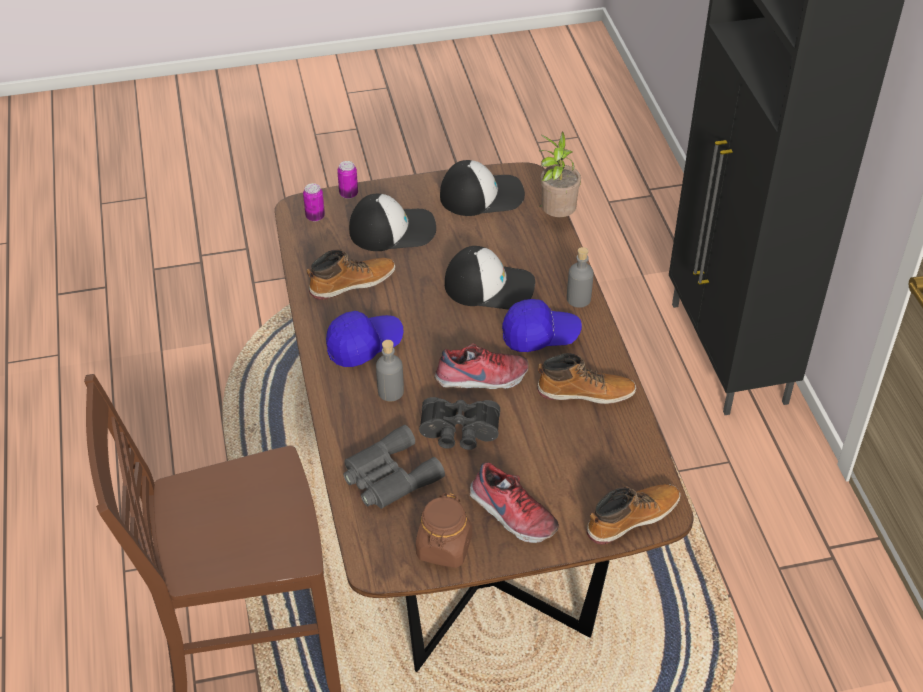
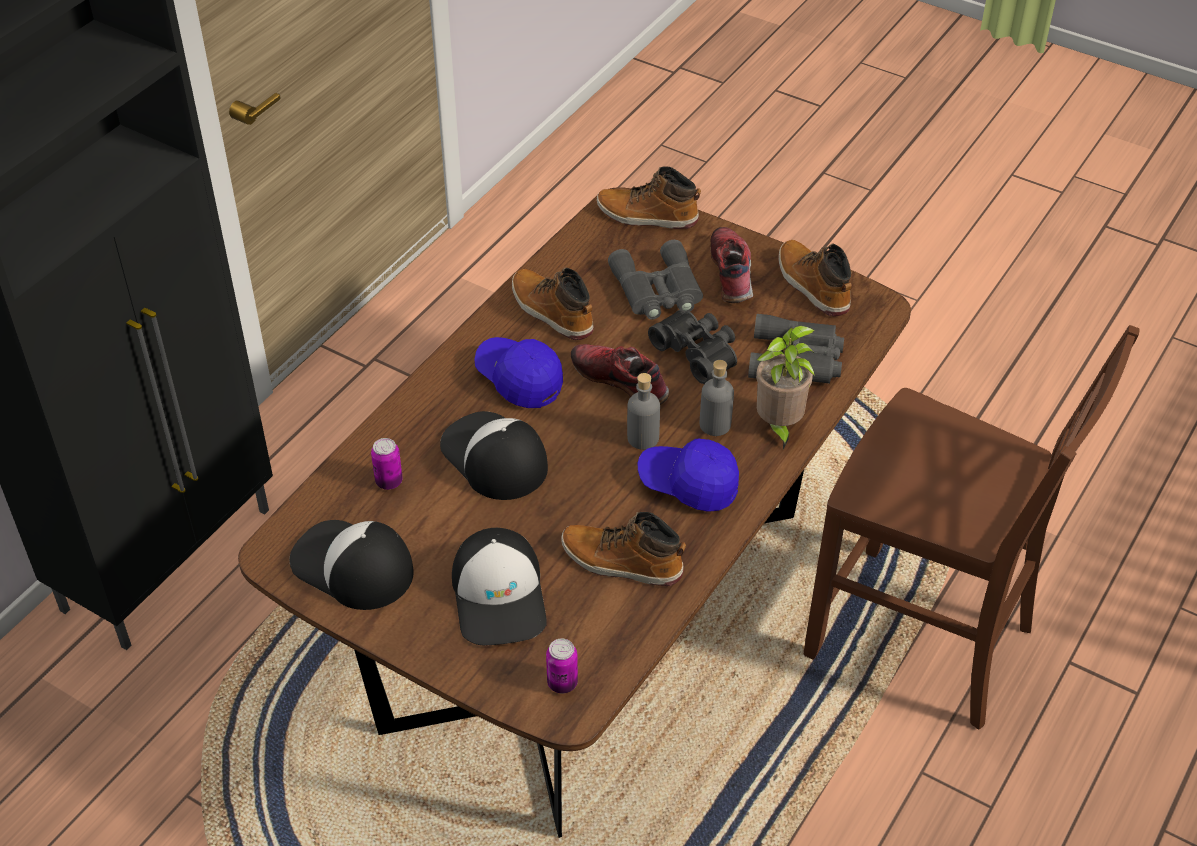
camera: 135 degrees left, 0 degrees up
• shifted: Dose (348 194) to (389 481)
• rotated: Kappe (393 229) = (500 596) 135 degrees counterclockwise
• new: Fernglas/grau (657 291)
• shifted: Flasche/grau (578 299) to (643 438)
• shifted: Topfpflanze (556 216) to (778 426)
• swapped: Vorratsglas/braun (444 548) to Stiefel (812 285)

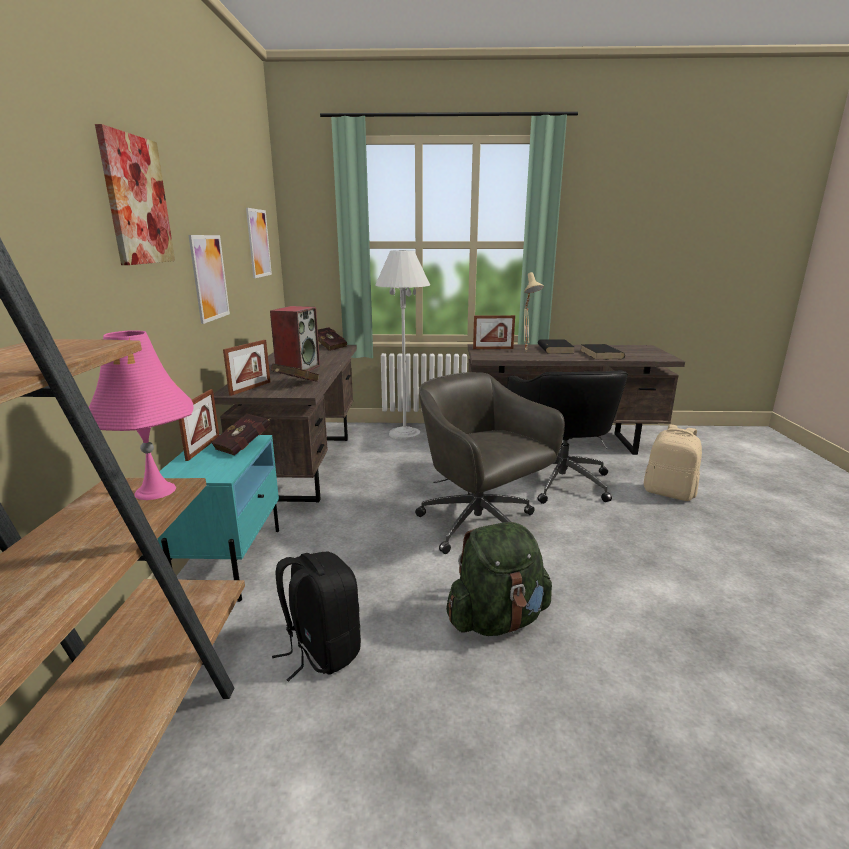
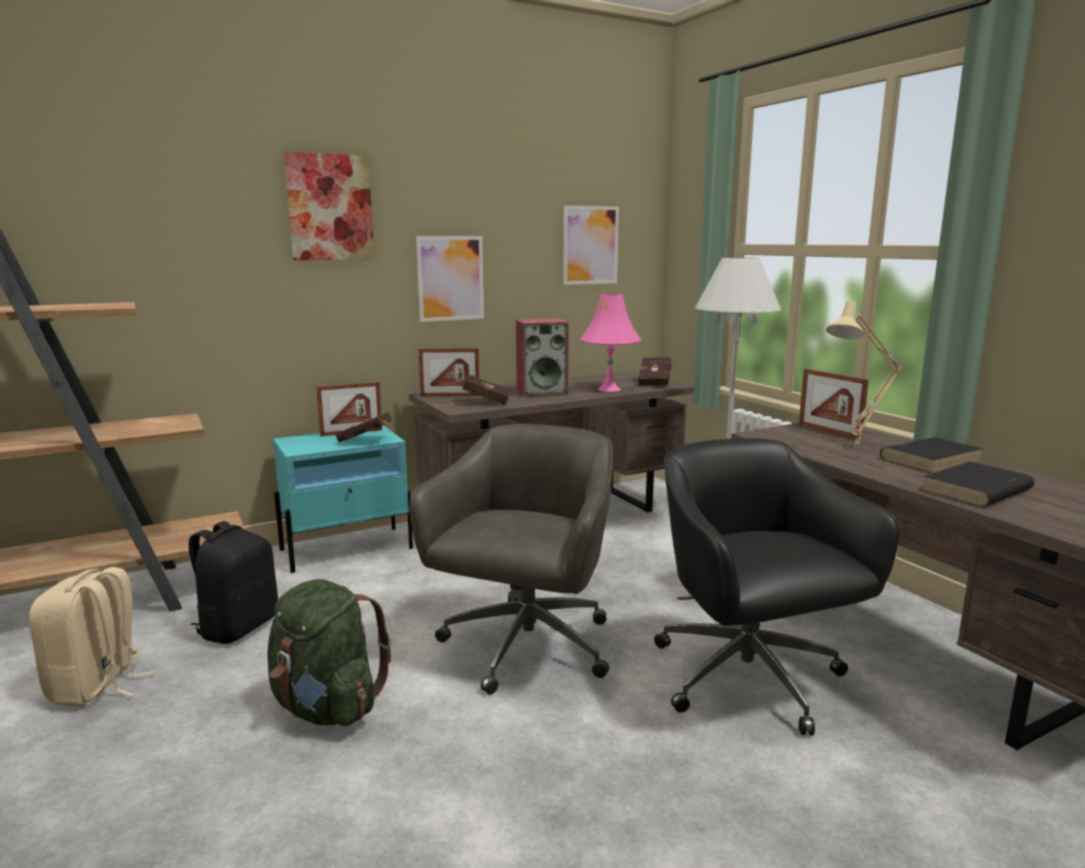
camera: 60 degrees right, 5 degrees down
• shifted: Rucksack/beige (669 493) to (97 686)
• shifted: Tischlampe/rosa (155 491) to (609 389)
• rotated: Bürostuhl/schwarz (560 480) = (750 680) 105 degrees clockwise

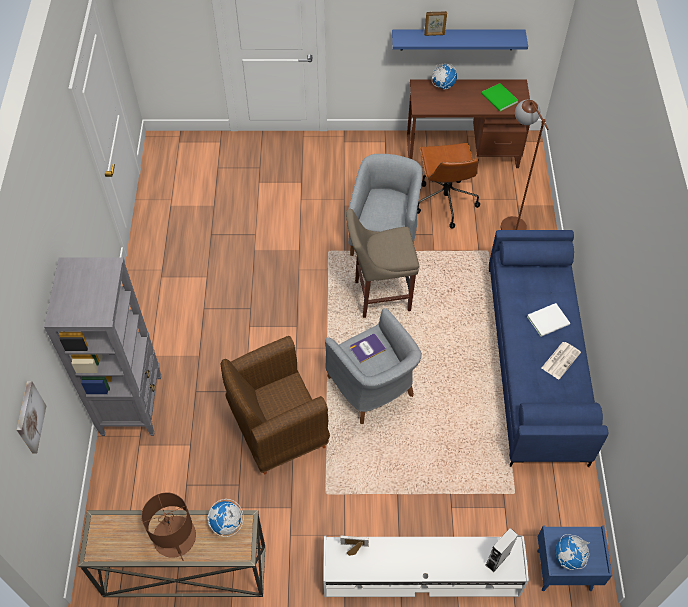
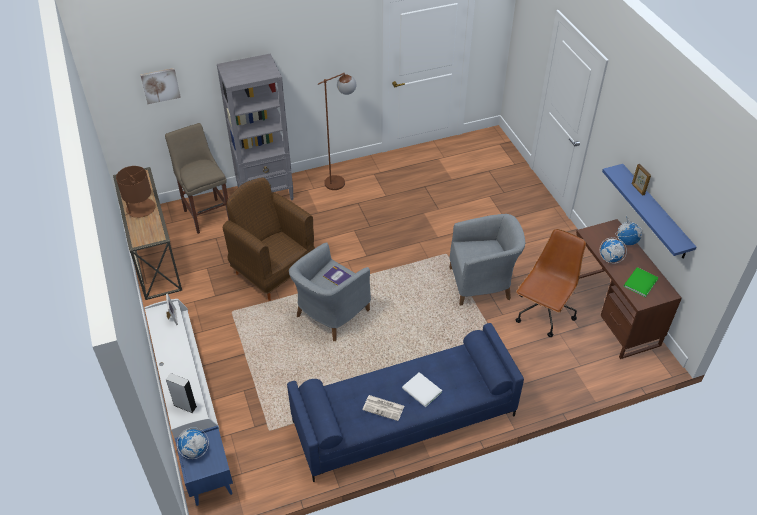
camera: 70 degrees right, 10 degrees down
• shifted: Hocker/beige (379 296) to (207 214)
• shifted: Stehlampe/braun (509 220) to (340 180)
• rotated: Bürostuhl/braun (444 201) = (543 314) 150 degrees clockwise
• shifted: Globus (226 524) to (609 259)

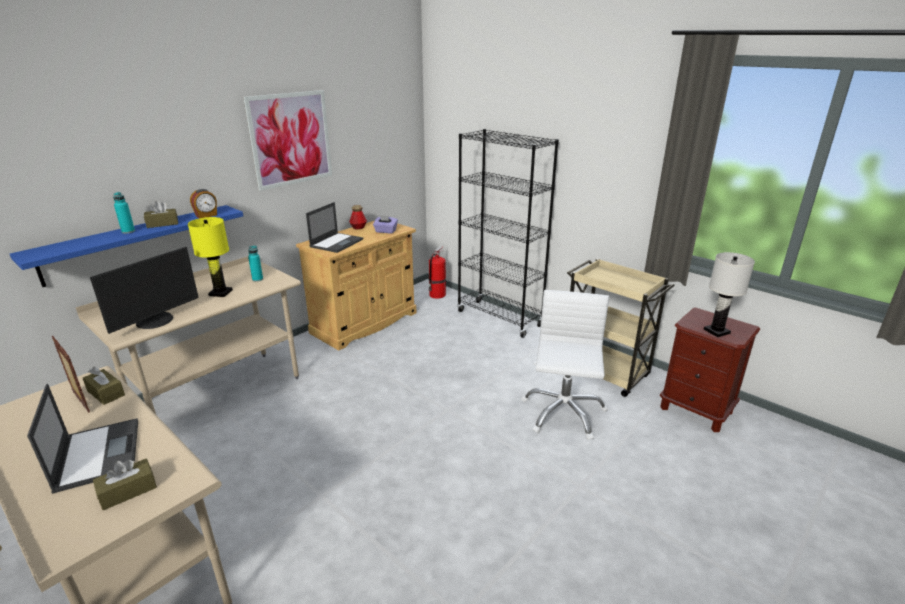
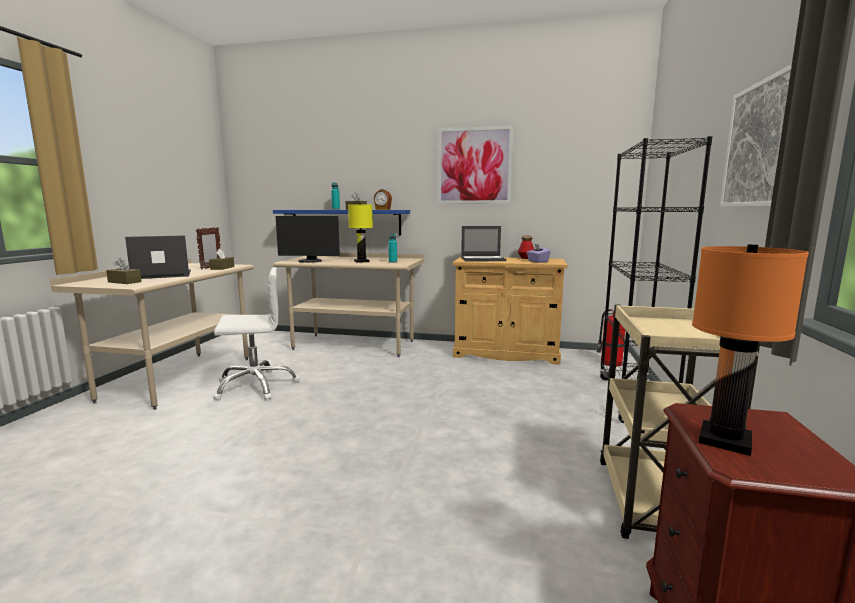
camera: 60 degrees right, 15 degrees down
• rotated: Laptop (98 453) = (161 275) 150 degrees counterclockwise
• shifted: Bürostuhl/weiß (563 412) to (255 386)
• repainted: Tischlampe/weiß (717 331) to Tischlampe/orange (725 440)
• new: Bild (761 145)

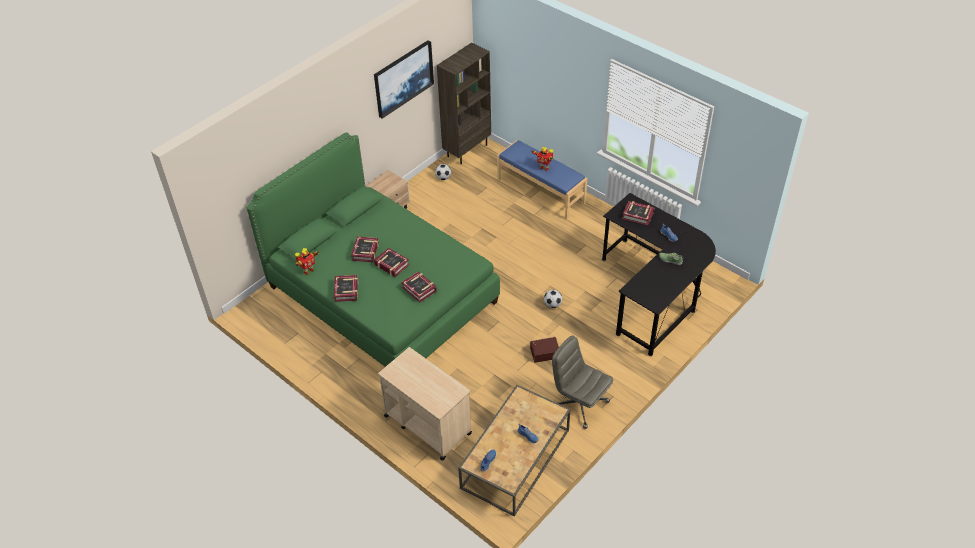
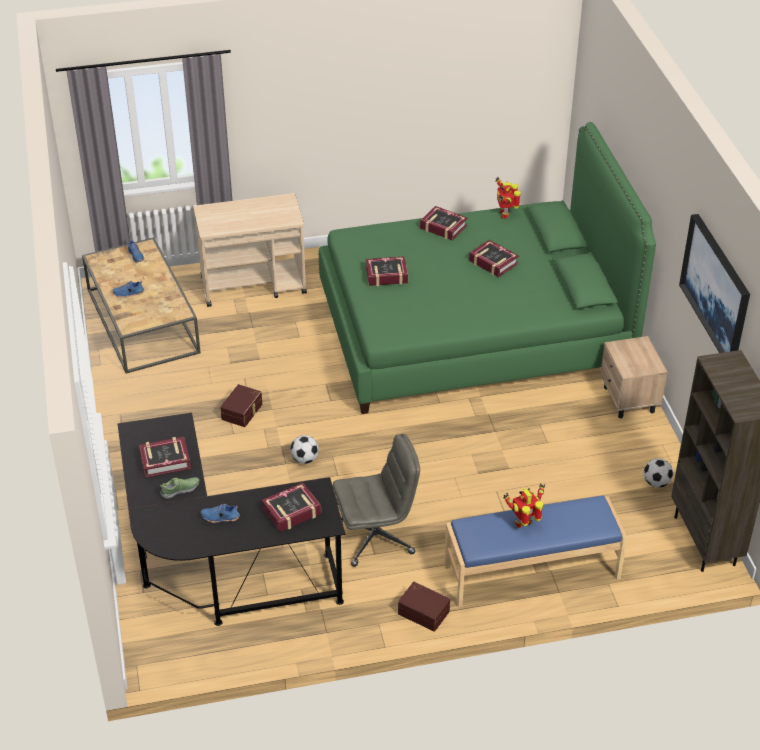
camera: 125 degrees right, 5 degrees down
• shifted: Buch (391 265) to (165 460)
• shifted: Bürostuhl/grau (579 404) to (376 537)
• new: Aufbewahrungsbox/braun (424 611)

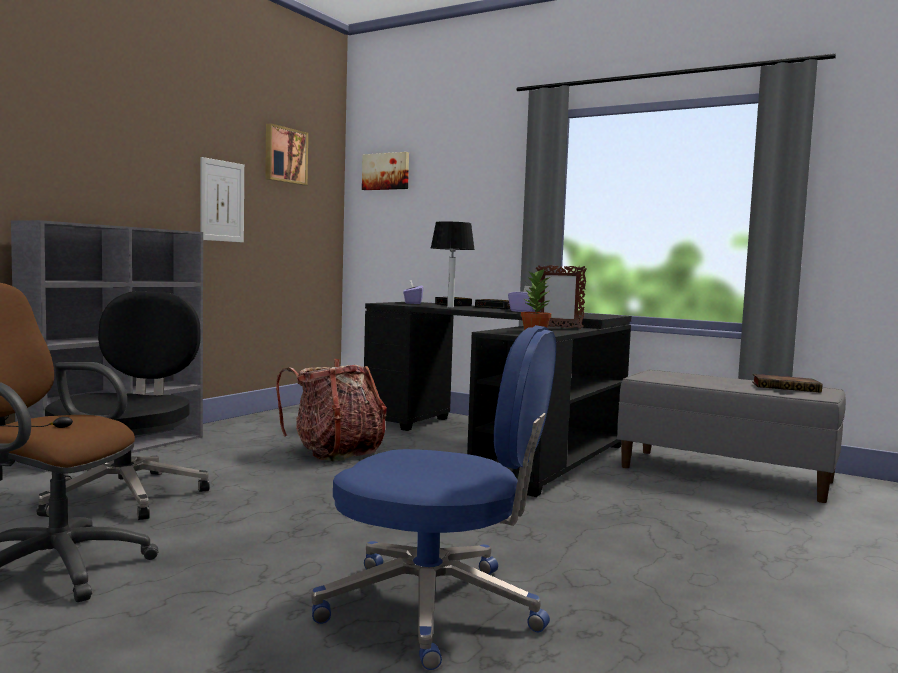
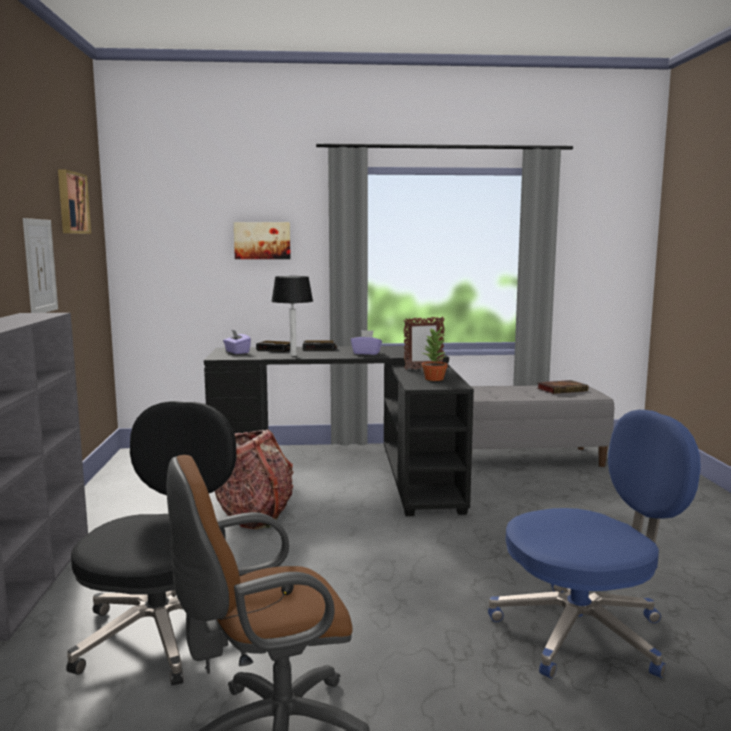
camera: 35 degrees left, 5 degrees up
• rotated: Bürostuhl/schwarz (126 494) = (163 631) 45 degrees clockwise
• shifted: Bild (386 171) to (262 240)

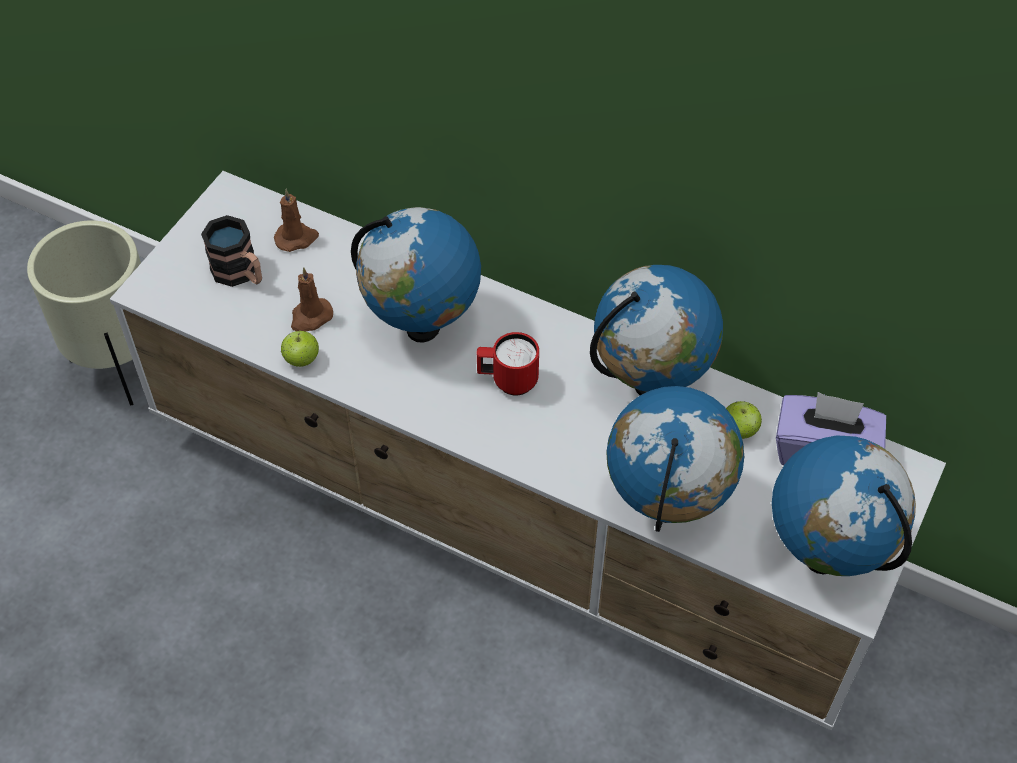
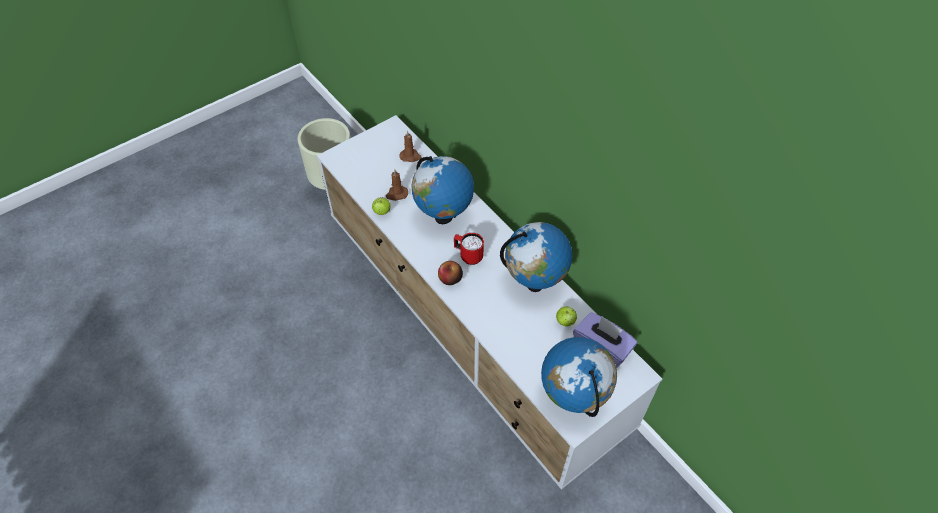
camera: 25 degrees right, 0 degrees up
• new: Apfel (450 278)
• gone: Henkelbecher (240 274)
• gone: Globus (666 507)

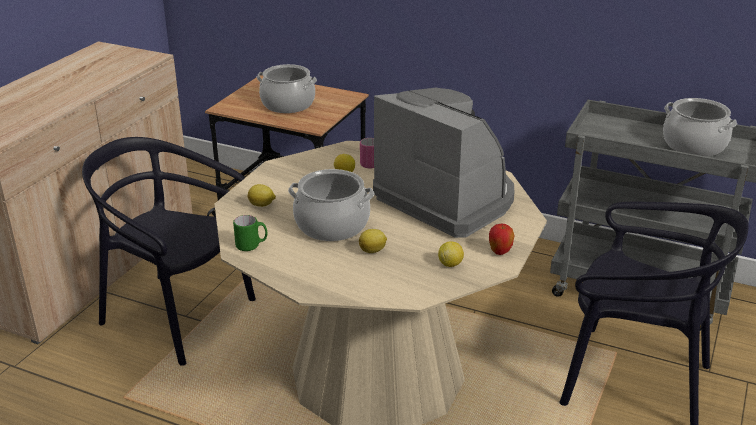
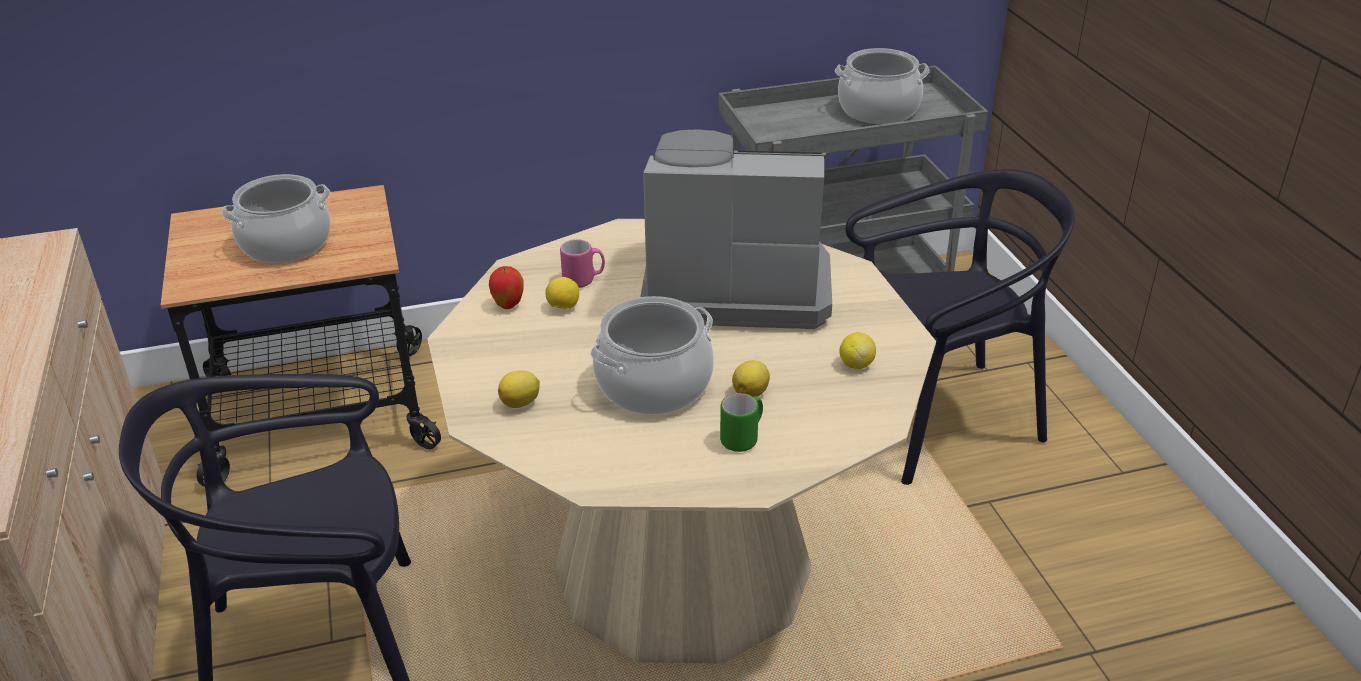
camera: 40 degrees left, 5 degrees up
• shifted: Apfel (500 252) to (508 305)
• shifted: Henkelbecher/grün (252 246) to (743 438)

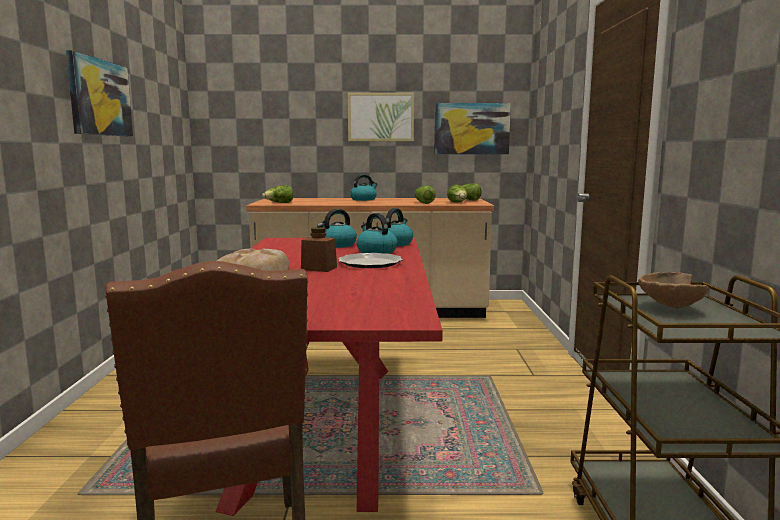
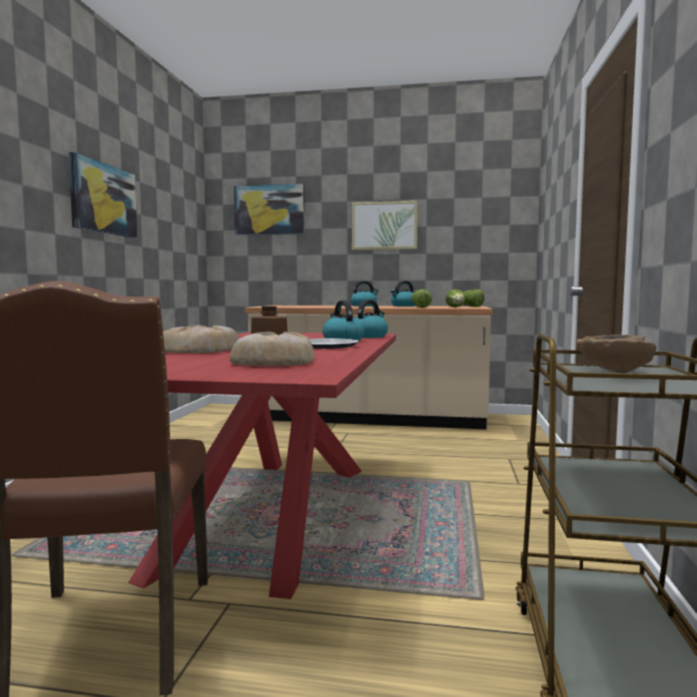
camera: 10 degrees right, 5 degrees down
• new: Brot (273 361)
• shifted: Bild (471 129) to (269 210)
• shifted: Wasserkessel (337 245) to (404 306)
• gone: Salatkopf (279 203)

